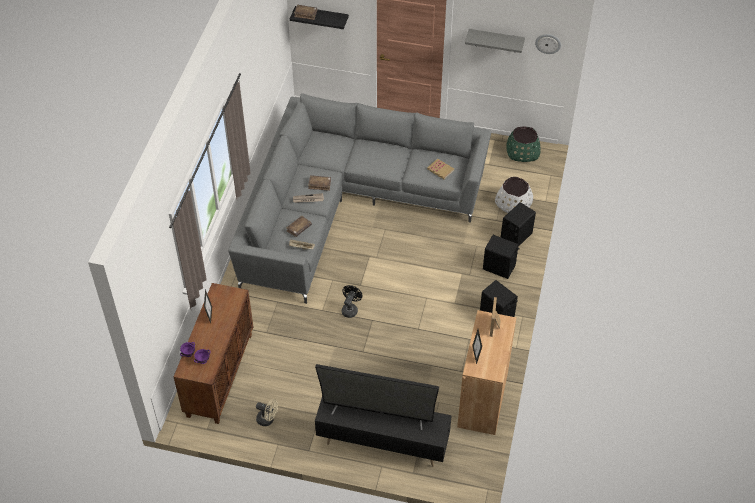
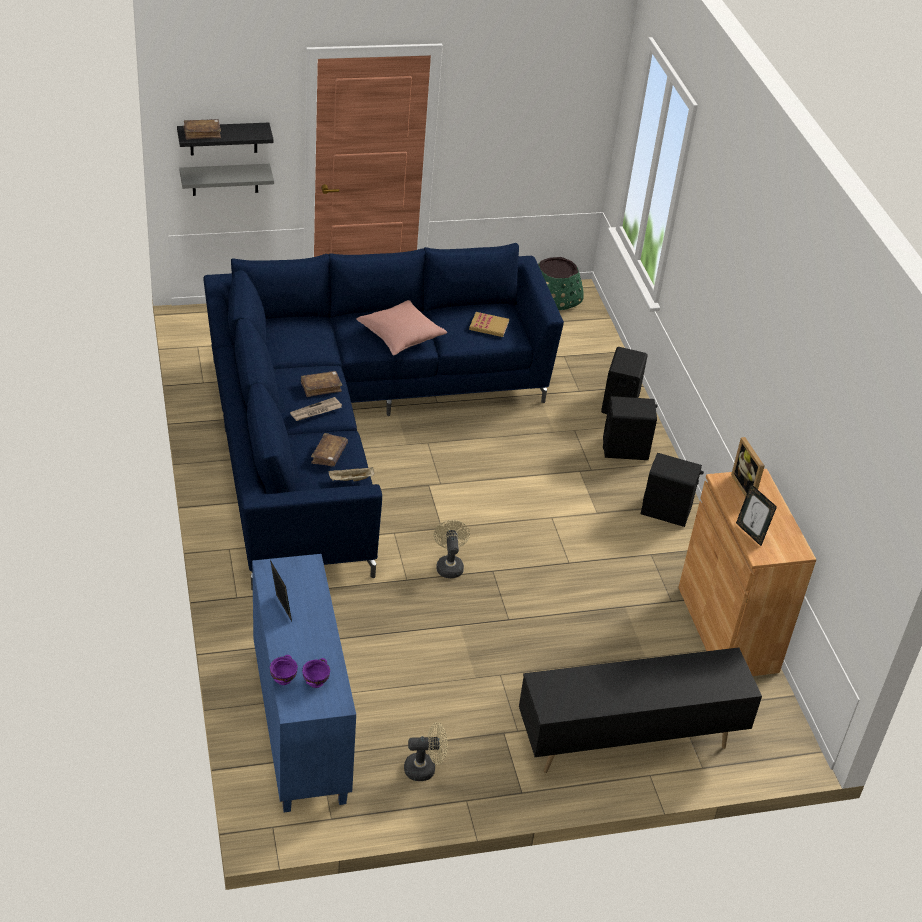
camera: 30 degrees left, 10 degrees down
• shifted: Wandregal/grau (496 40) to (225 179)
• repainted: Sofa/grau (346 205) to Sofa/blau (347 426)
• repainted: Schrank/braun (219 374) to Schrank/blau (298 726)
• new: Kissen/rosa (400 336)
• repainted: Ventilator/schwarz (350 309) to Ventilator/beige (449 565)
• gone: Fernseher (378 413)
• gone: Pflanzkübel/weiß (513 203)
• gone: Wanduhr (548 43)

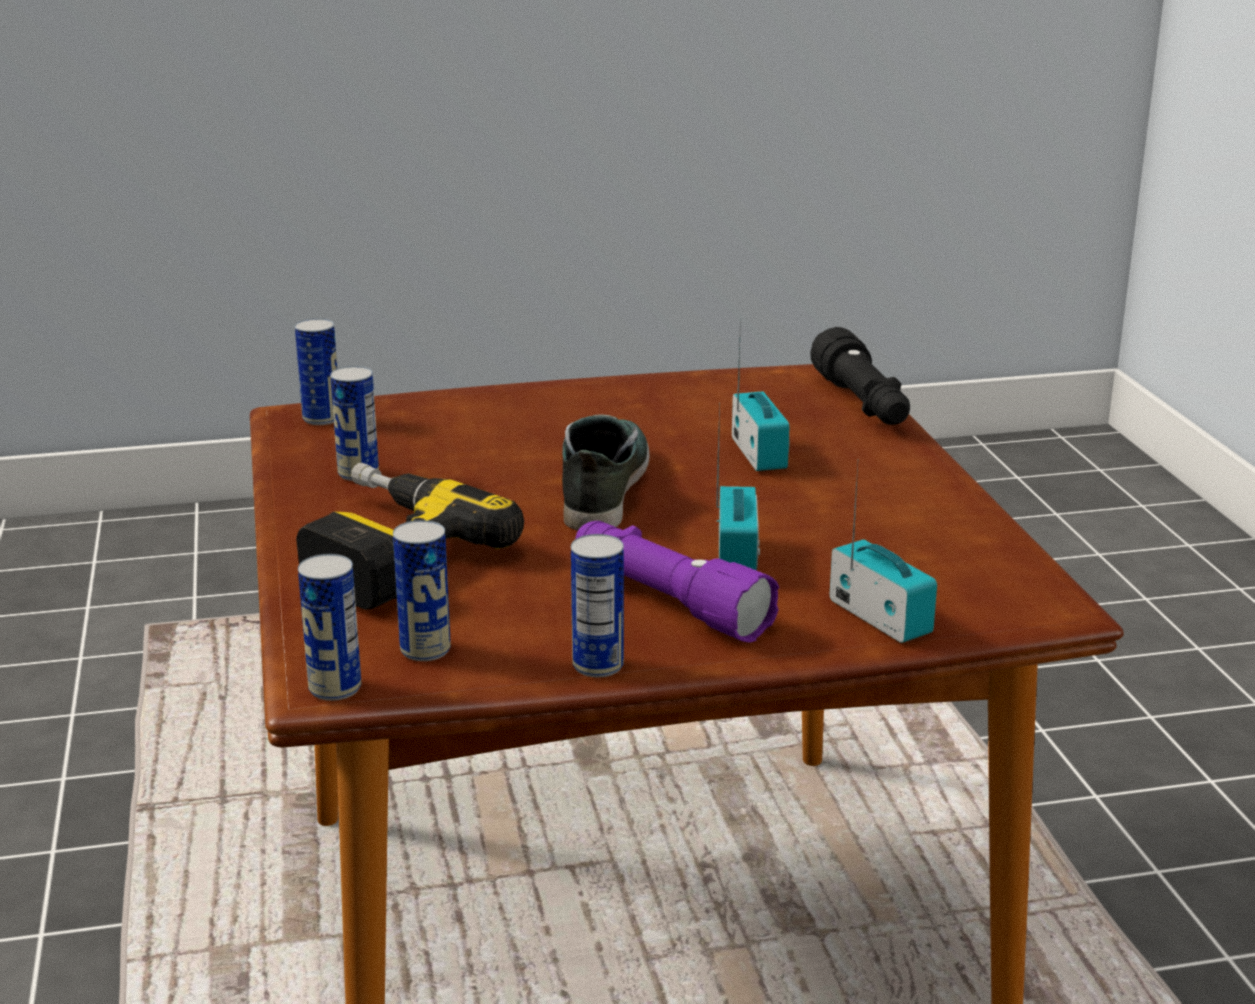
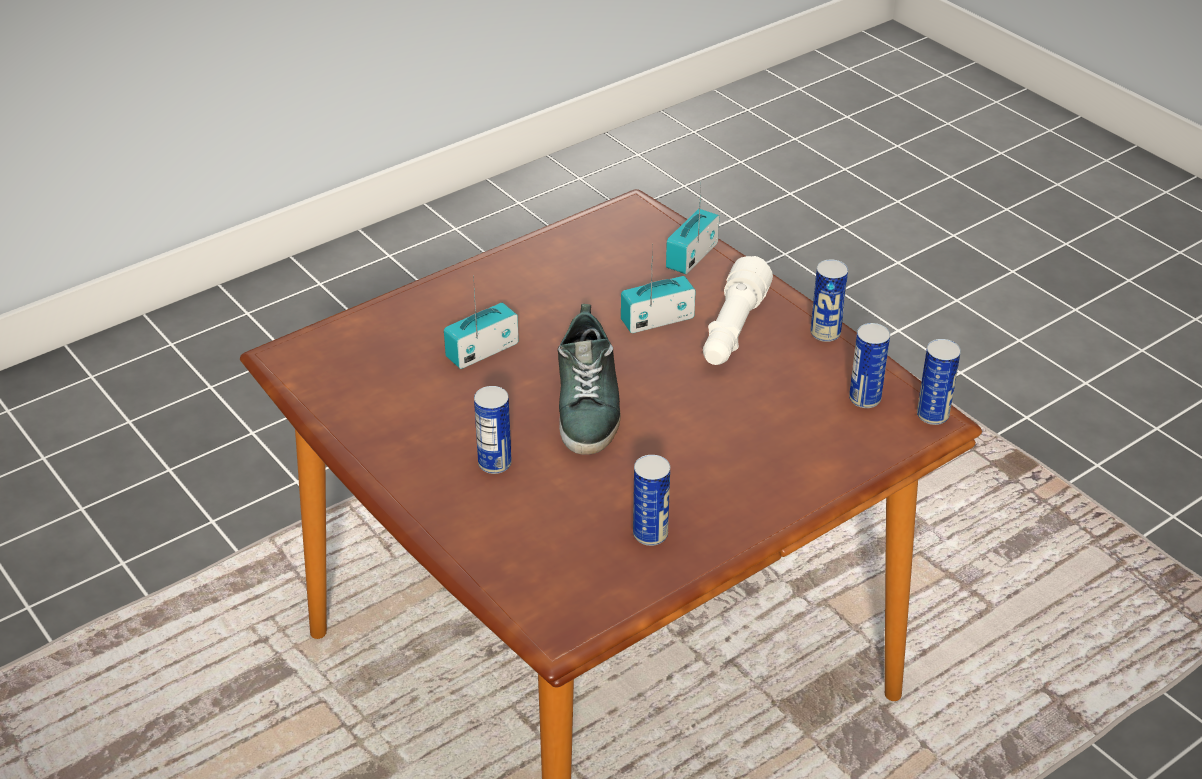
camera: 115 degrees left, 15 degrees up
• shifted: Dose (321 419) to (494 463)
• rotated: Schuh (603 487) = (588 404) 75 degrees counterclockwise
• repainted: Taschenlampe/lila (667 601) to Taschenlampe/weiß (732 330)
• gone: Bohrmaschine (382 553)
• gone: Taschenlampe/schwarz (862 404)

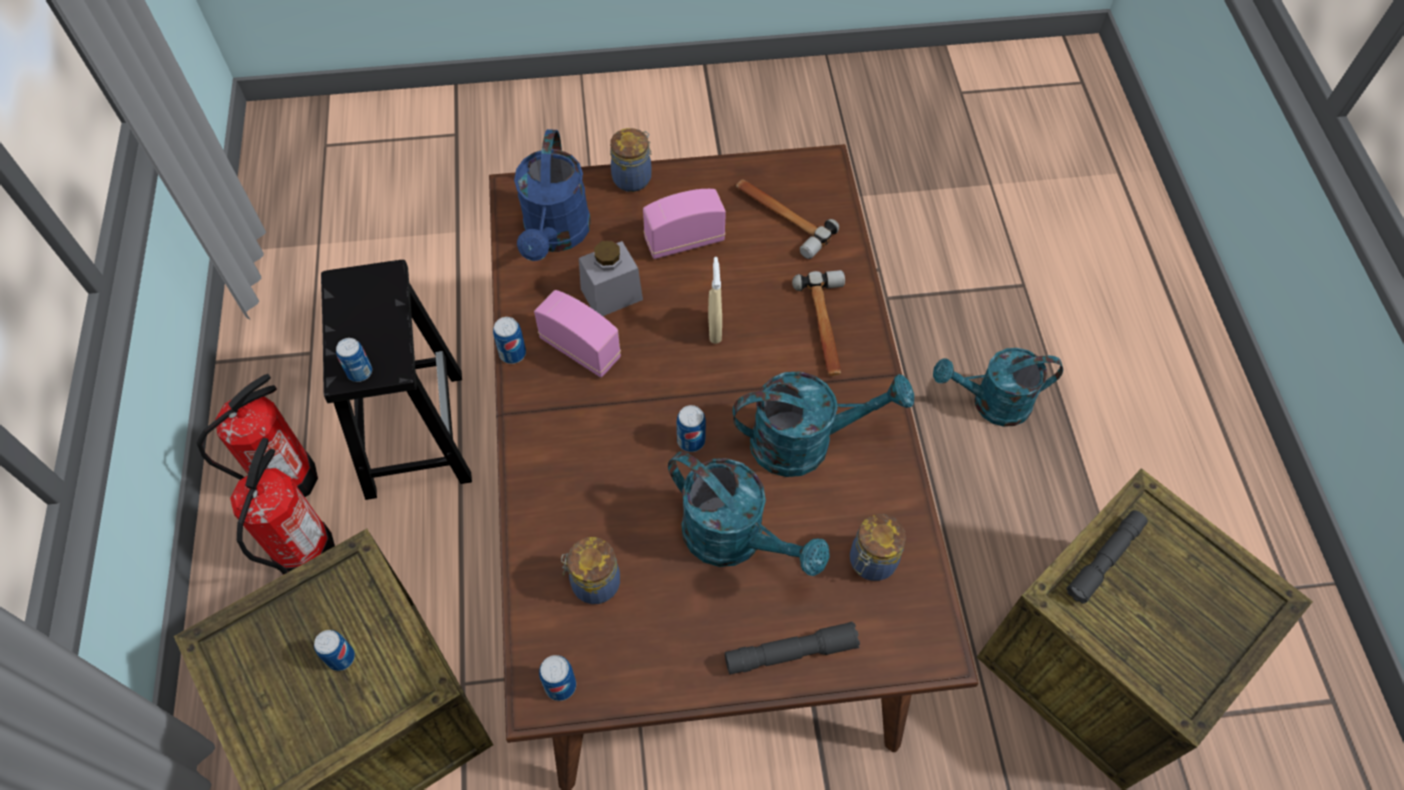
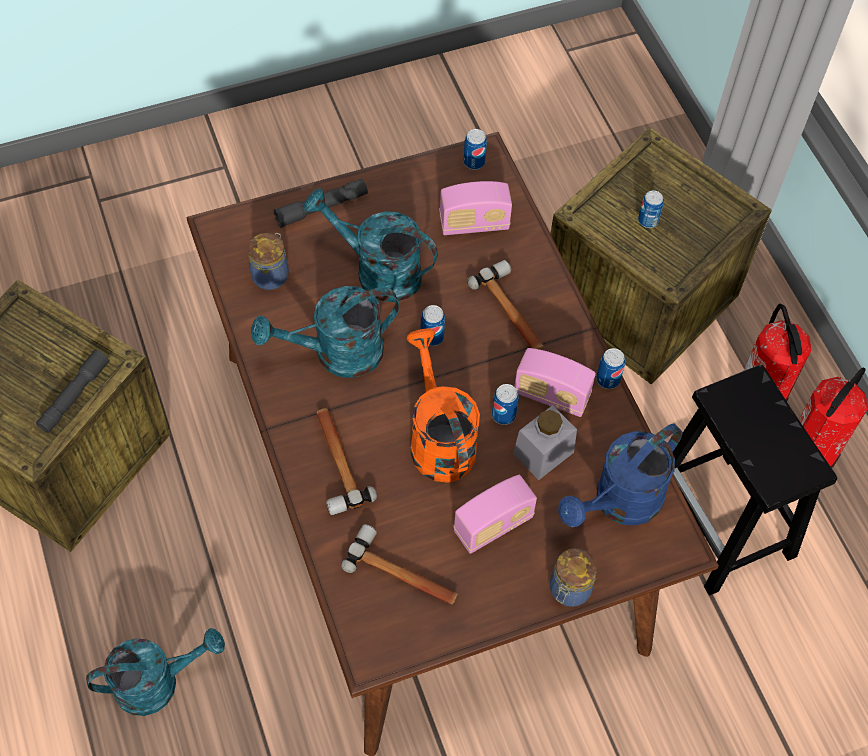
camera: 165 degrees right, 0 degrees up
• swapped: Sprühflasche/beige (714 329) to Gießkanne/orange (438 438)
• swapped: Vorratsglas (593 583) to Radio (474 224)
• new: Hammer (512 312)
• shifted: Dose (359 372) to (503 415)
• rotated: Gießkanne/blau (556 236) = (619 503) 120 degrees counterclockwise

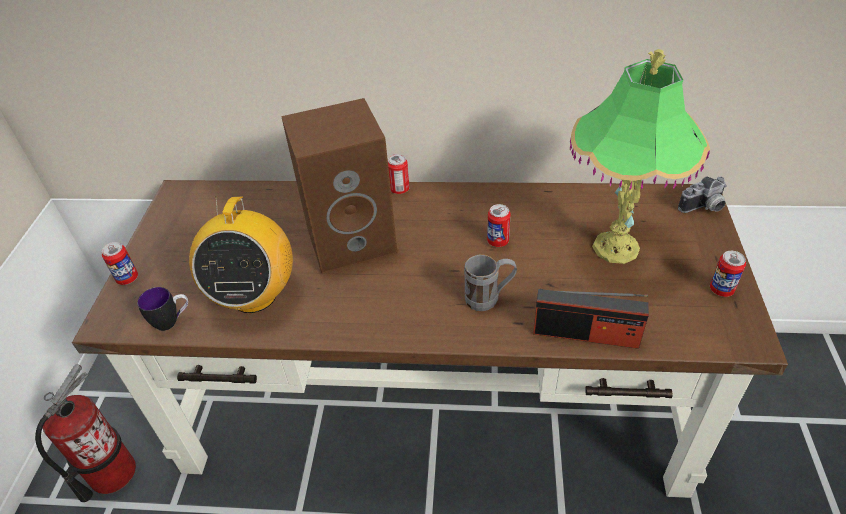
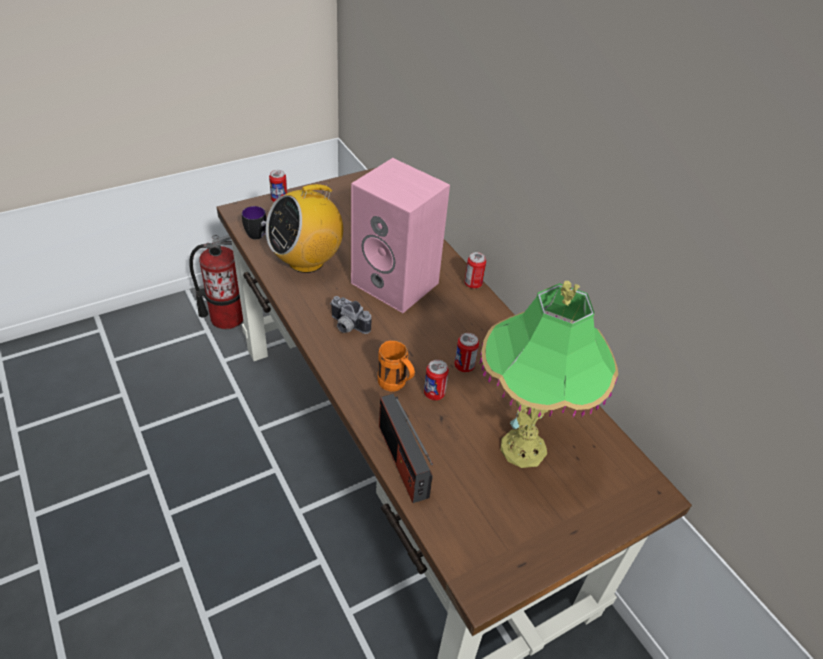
camera: 50 degrees right, 0 degrees up
• shifted: Kamera (704 208) to (346 326)
• repainted: Lautsprecher/braun (353 239) to Lautsprecher/rosa (397 283)
• repainted: Henkelbecher/grau (489 299) to Henkelbecher/orange (396 386)
• shifted: Dose (721 289) to (434 393)

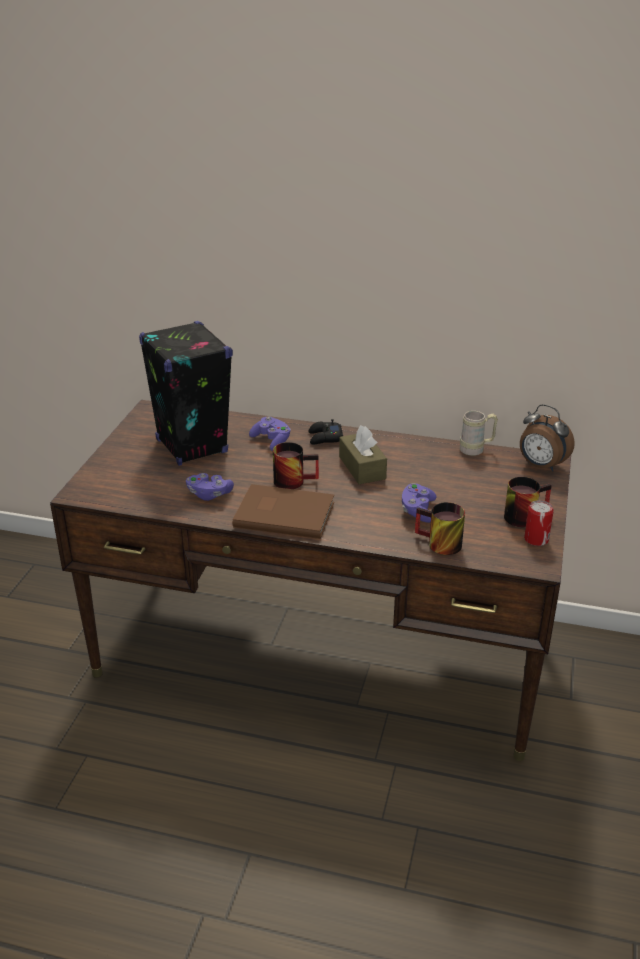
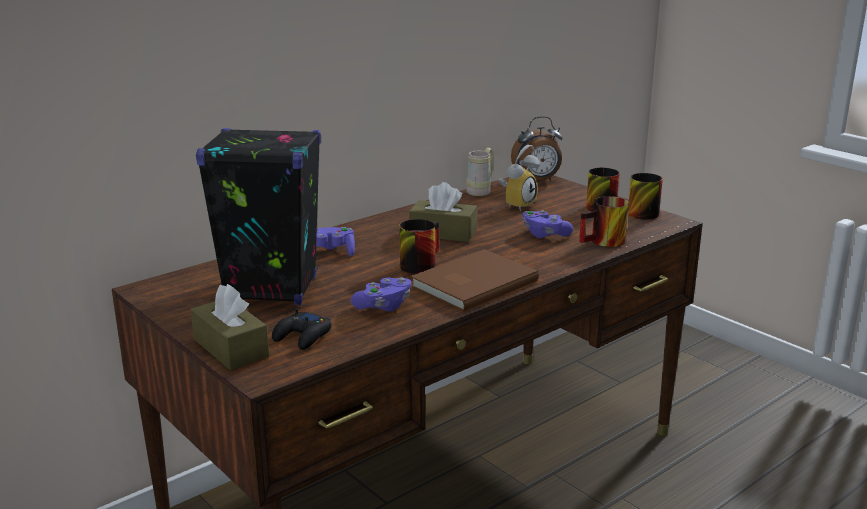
camera: 55 degrees left, 10 degrees down
• new: Taschentuchbox/braun (231 348)
• shifted: Gamepad/schwarz (325 438) to (302 337)
• new: Wecker (517 204)
• swapped: Dose (536 539) to Henkelbecher (638 212)

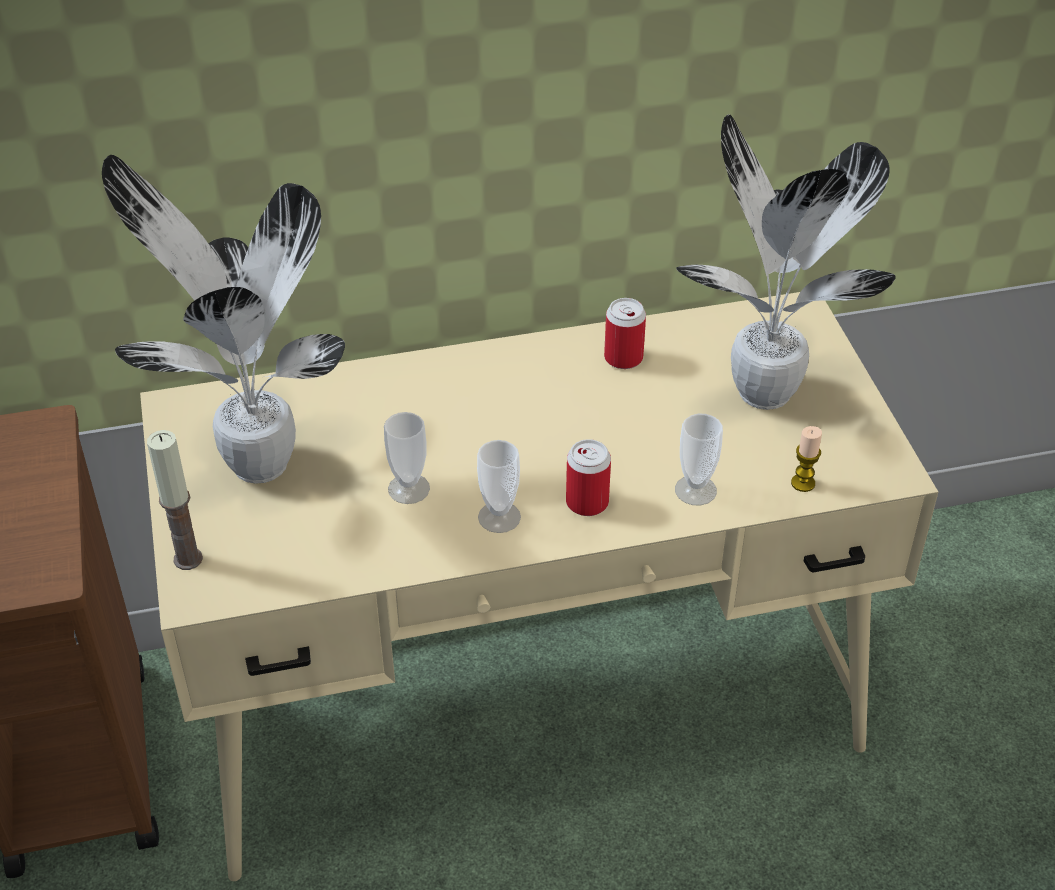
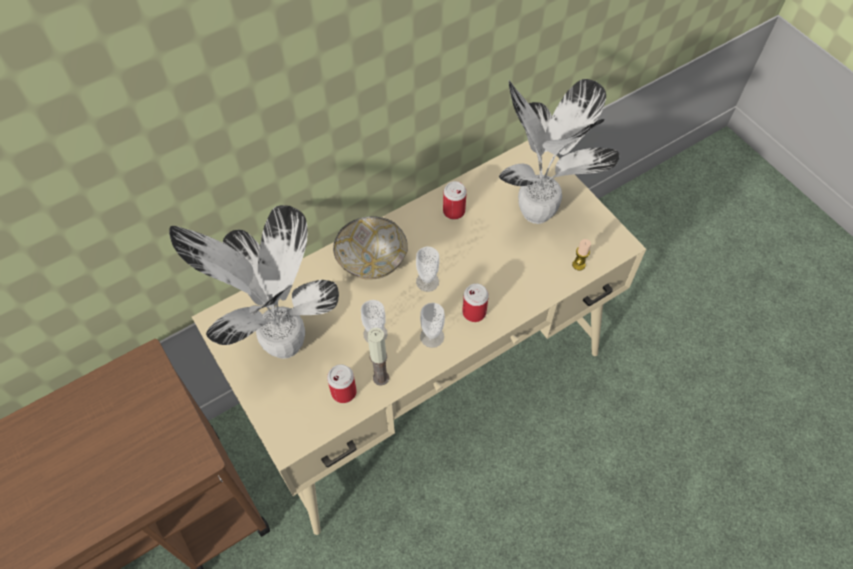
camera: 20 degrees left, 15 degrees up
• new: Dose (343 392)
• new: Schüssel (371 261)
• shifted: Kerze (188 559) to (381 378)
• shifted: Tasse (695 490) to (427 282)

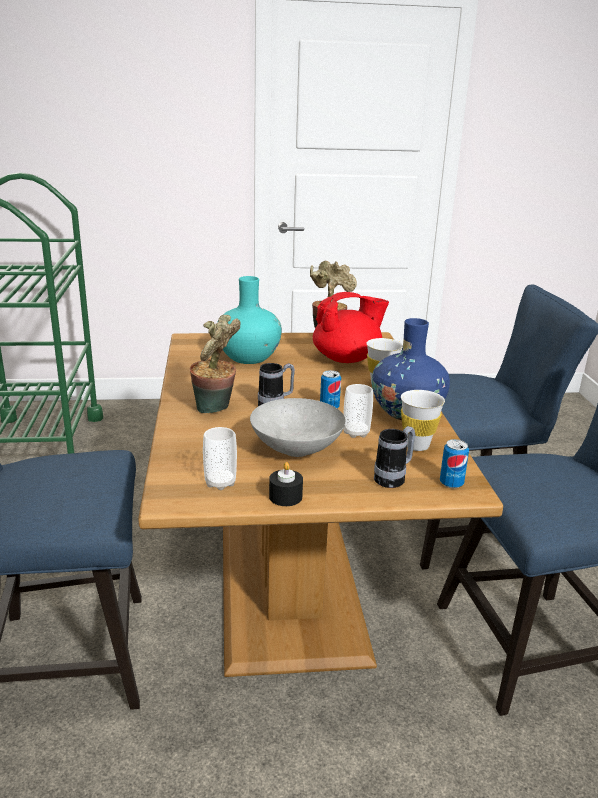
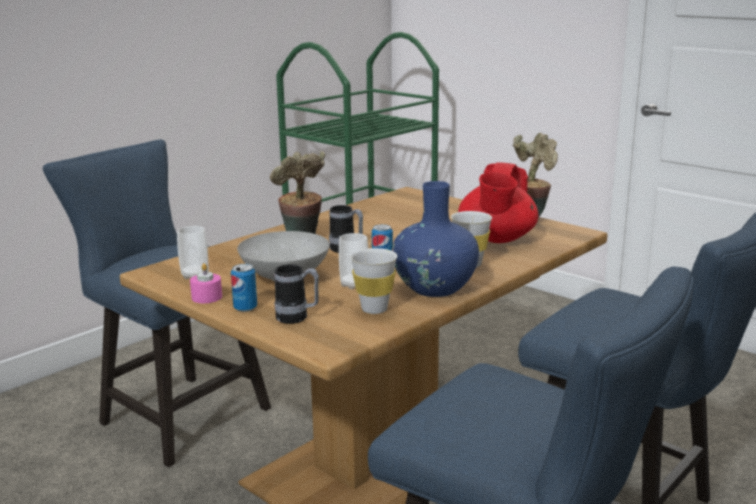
camera: 50 degrees right, 5 degrees down
• repainted: Kerze/schwarz (285 497) to Kerze/rosa (207 297)
• shifted: Dose (451 483) to (245 308)
• rotated: Teekanne/rot (347 359) = (497 239) 75 degrees clockwise
• gone: Vase/türkis (248 357)

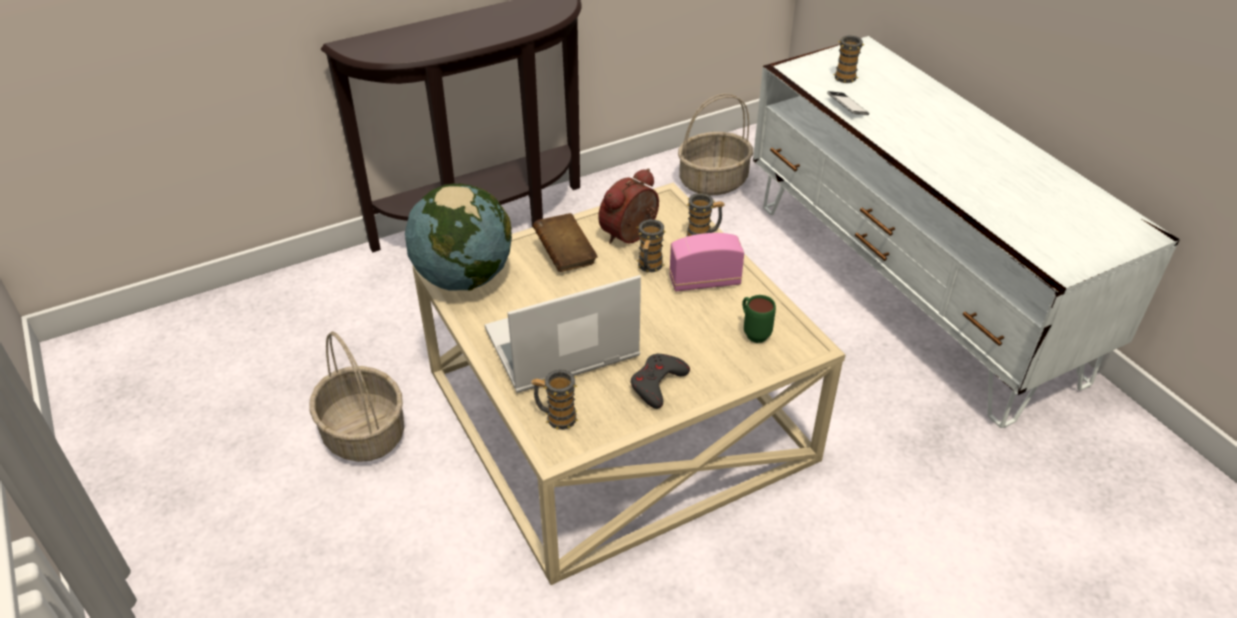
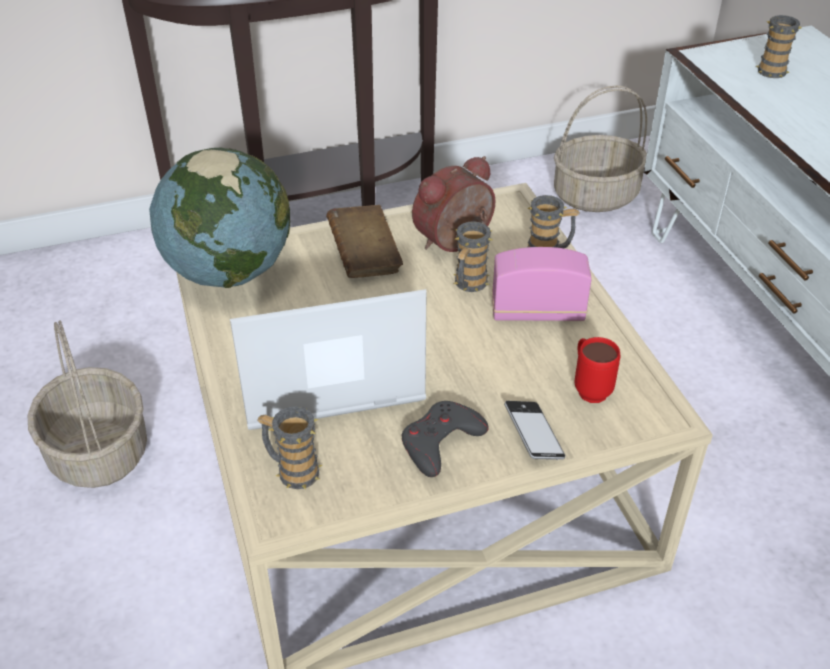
camera: 10 degrees right, 0 degrees up
• shifted: Handy (847 107) to (533 435)
• repainted: Henkelbecher/grün (753 332) to Henkelbecher/rot (588 388)

